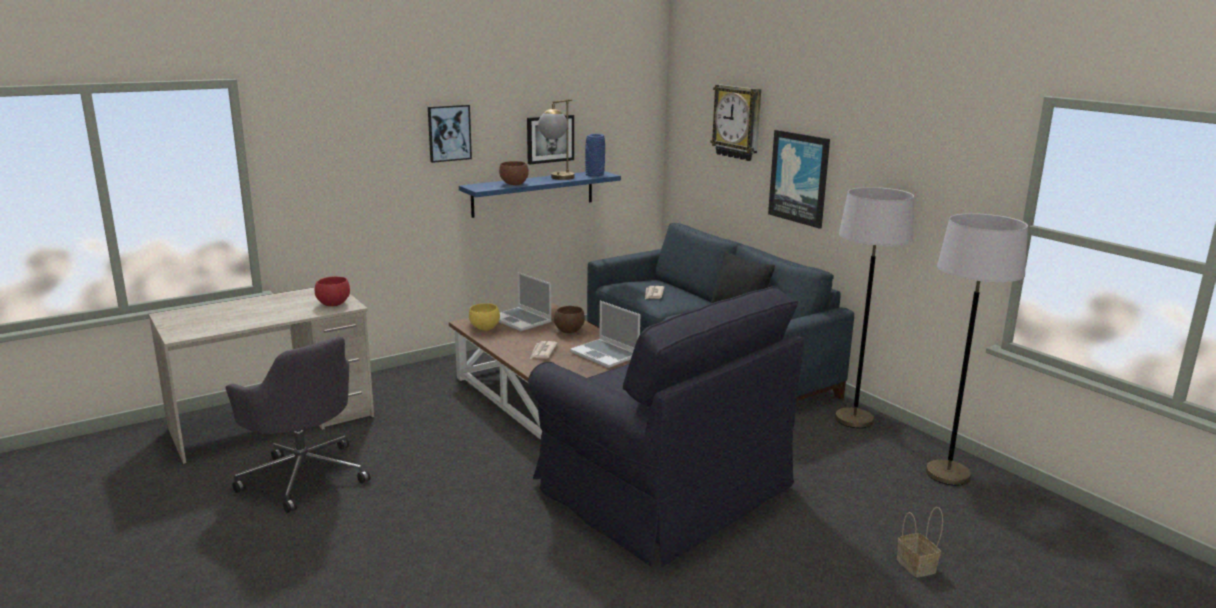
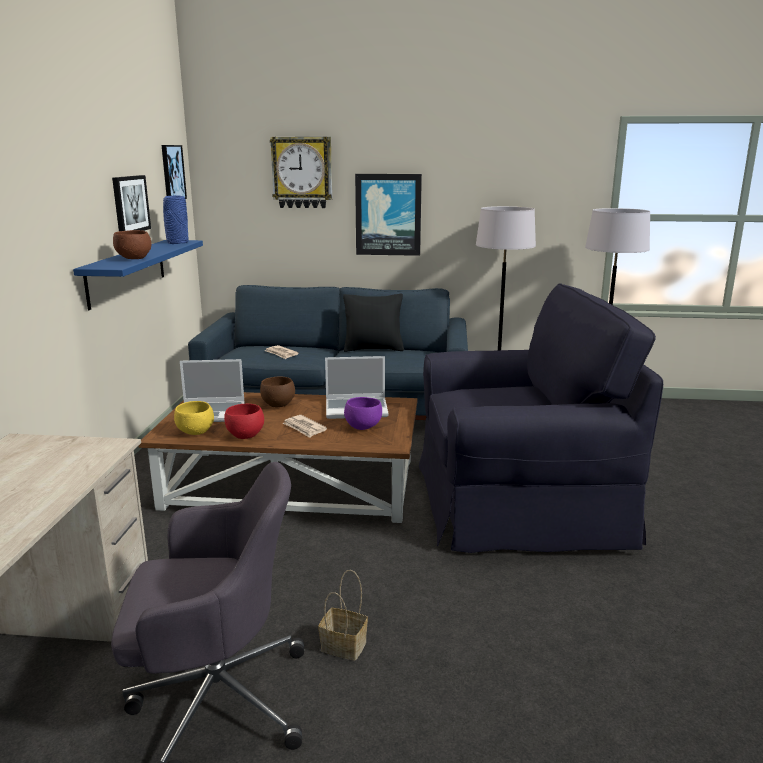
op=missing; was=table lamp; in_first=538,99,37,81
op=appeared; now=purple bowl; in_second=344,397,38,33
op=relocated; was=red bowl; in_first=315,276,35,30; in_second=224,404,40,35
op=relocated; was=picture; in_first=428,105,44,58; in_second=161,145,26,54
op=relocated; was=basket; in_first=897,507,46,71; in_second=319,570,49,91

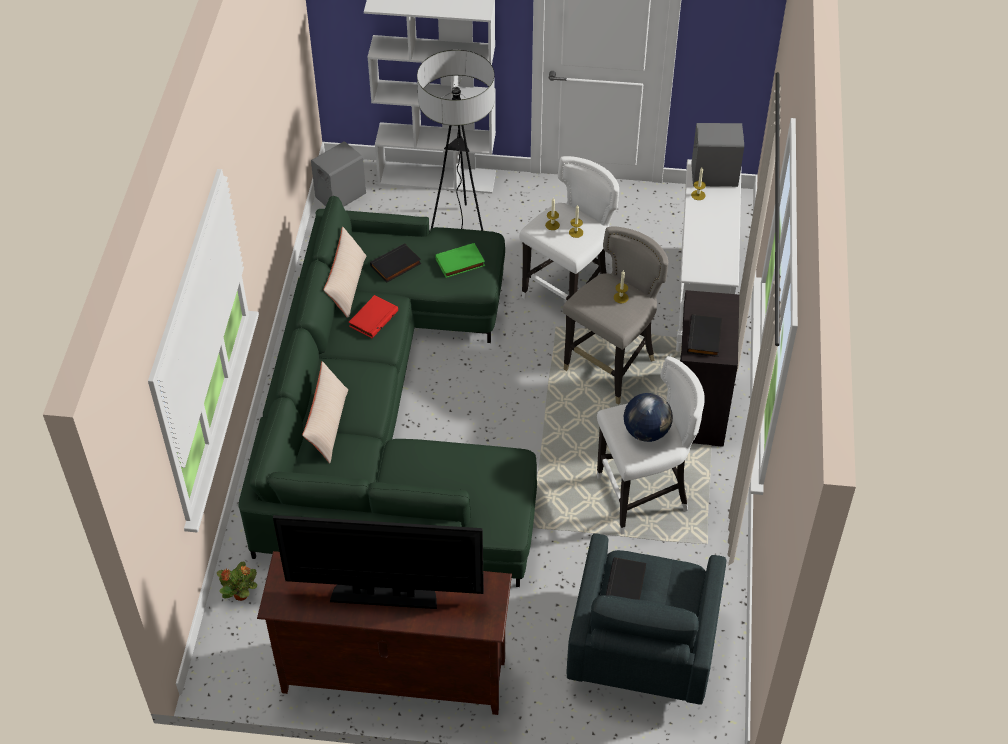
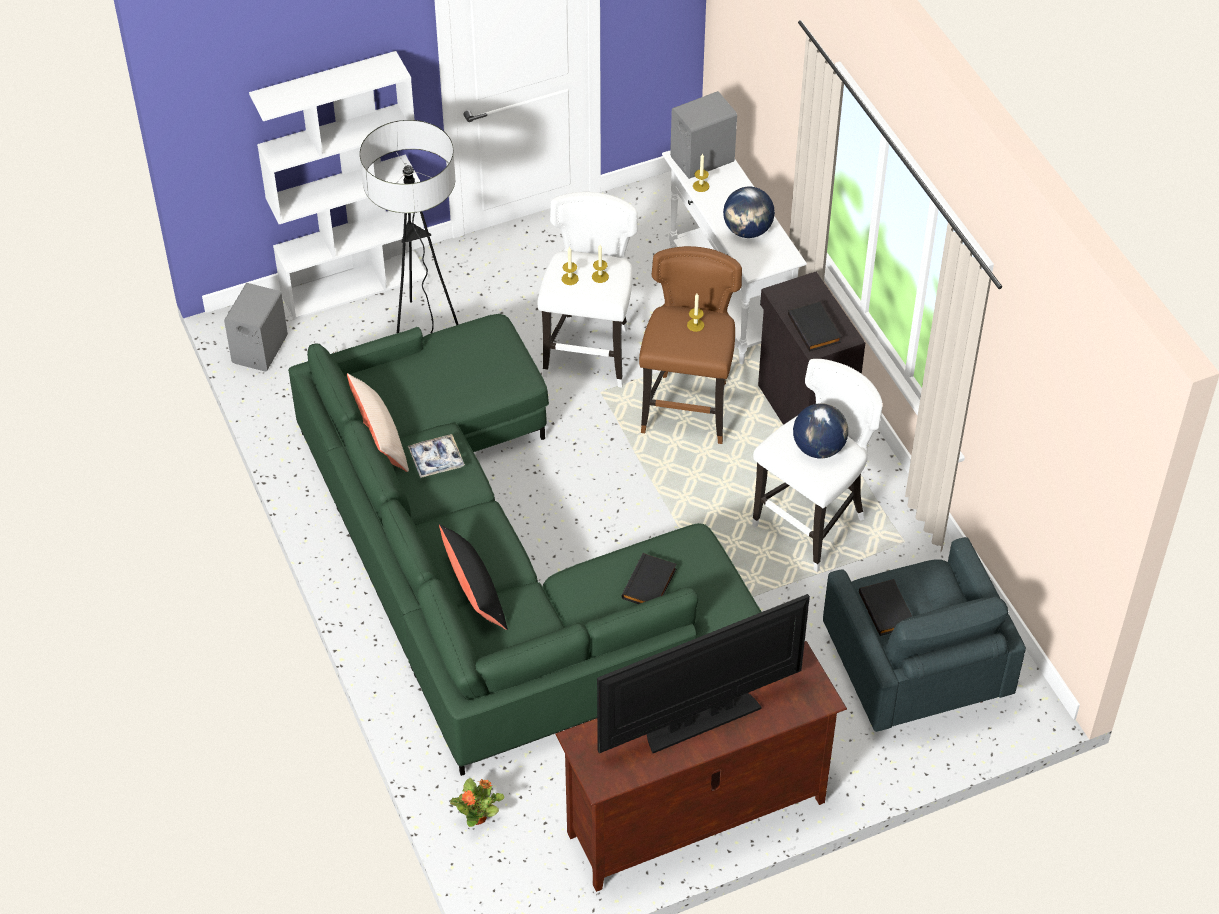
op=missing; was=green book; in_first=435,243,50,35
op=appeared; now=globe; in_second=723,187,52,51
op=relocated; was=black book; in_first=370,243,51,39; in_second=622,553,55,51
op=exchanged; was=red book; now=tray; in_first=349,295,49,43; in_second=408,434,57,44
op=colour; was=beige pillow; now=black pillow; in_first=302,361,46,102; in_second=439,524,69,106
op=colour; was=grey stool; now=brown stool; in_first=563,226,105,179; in_second=639,246,103,198

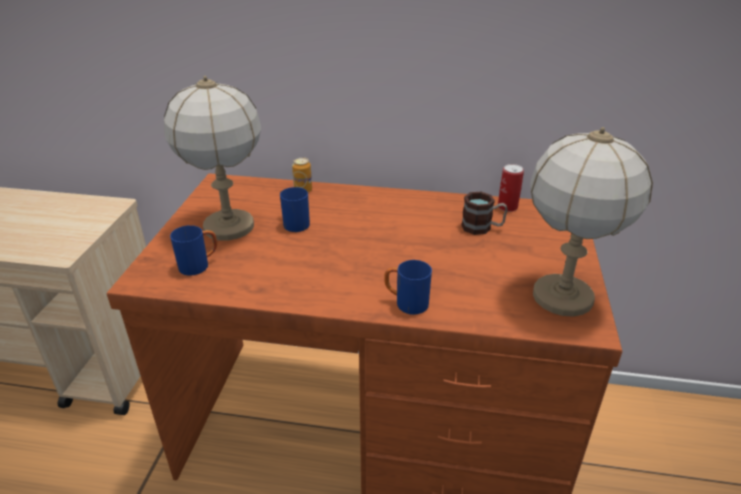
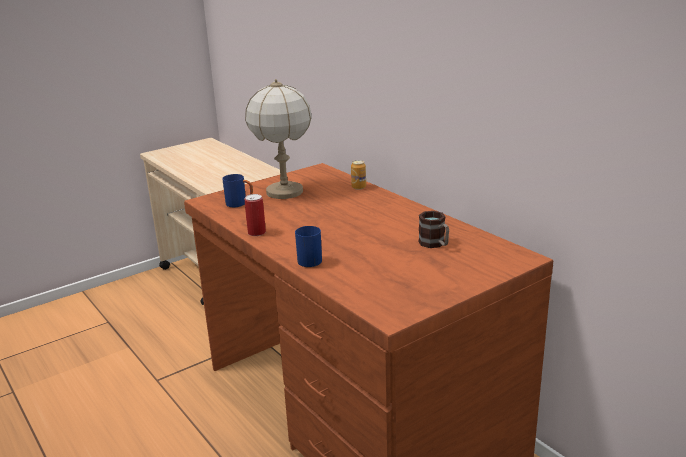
op=missing; was=blue mug; in_first=280,187,30,45
op=missing; was=table lamp; in_first=530,127,123,190
op=relocated; was=can; in_first=498,164,26,48; in_second=245,194,21,42

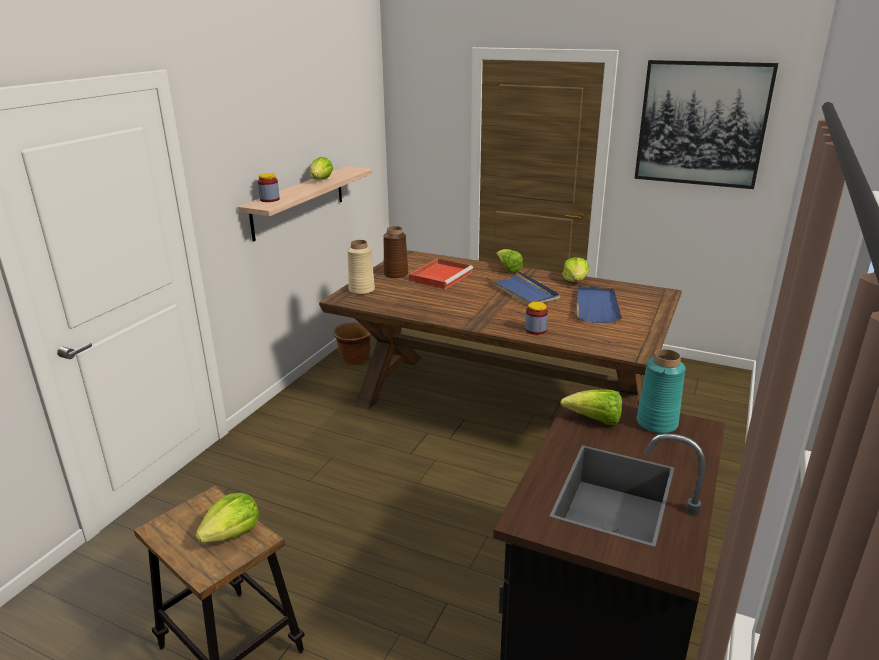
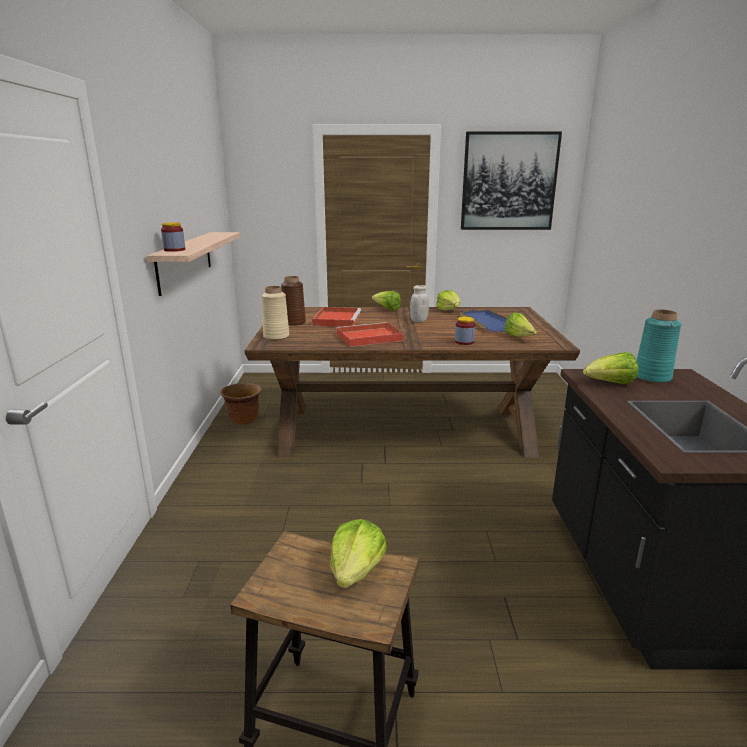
op=appeared; now=red tray; in_second=337,322,66,25
op=relocated; was=lettuce; in_first=310,157,23,22; in_second=505,313,32,24
op=exchanged; was=blue tray; now=white jar; in_first=486,270,74,36; in_second=410,285,19,37

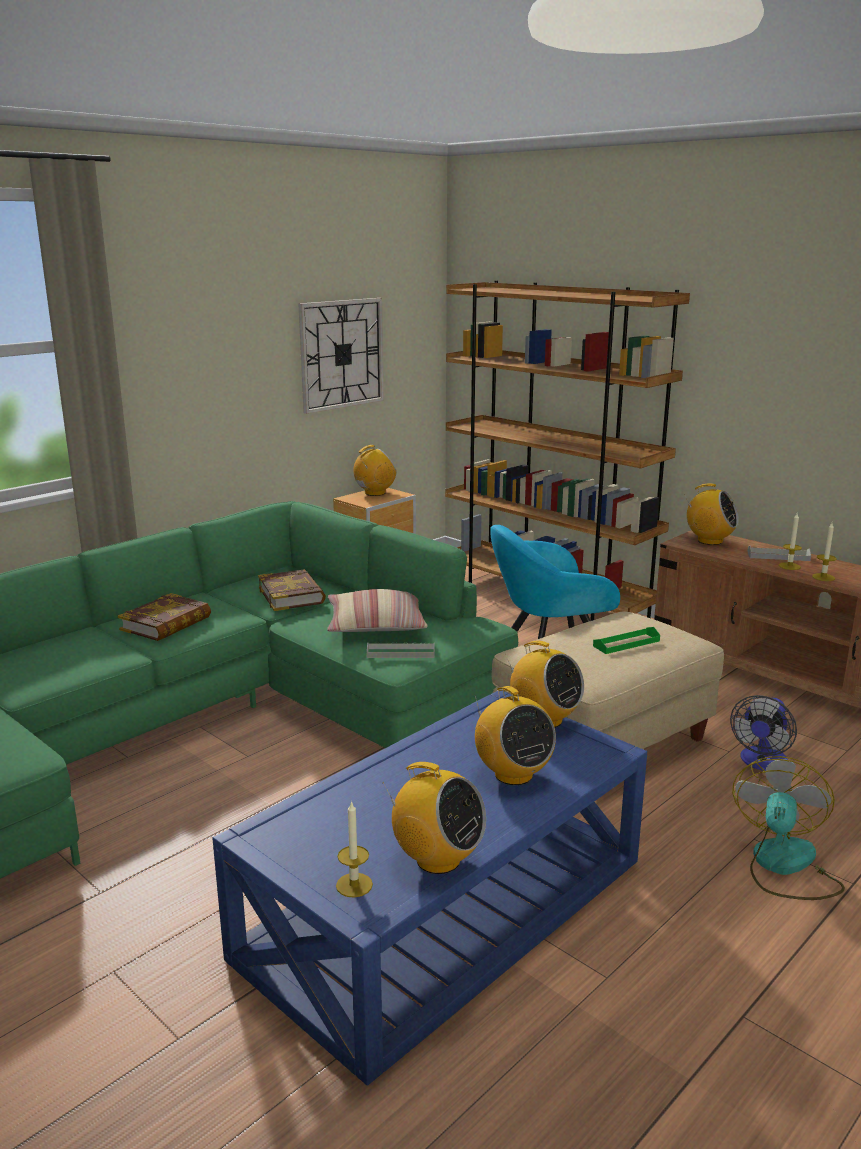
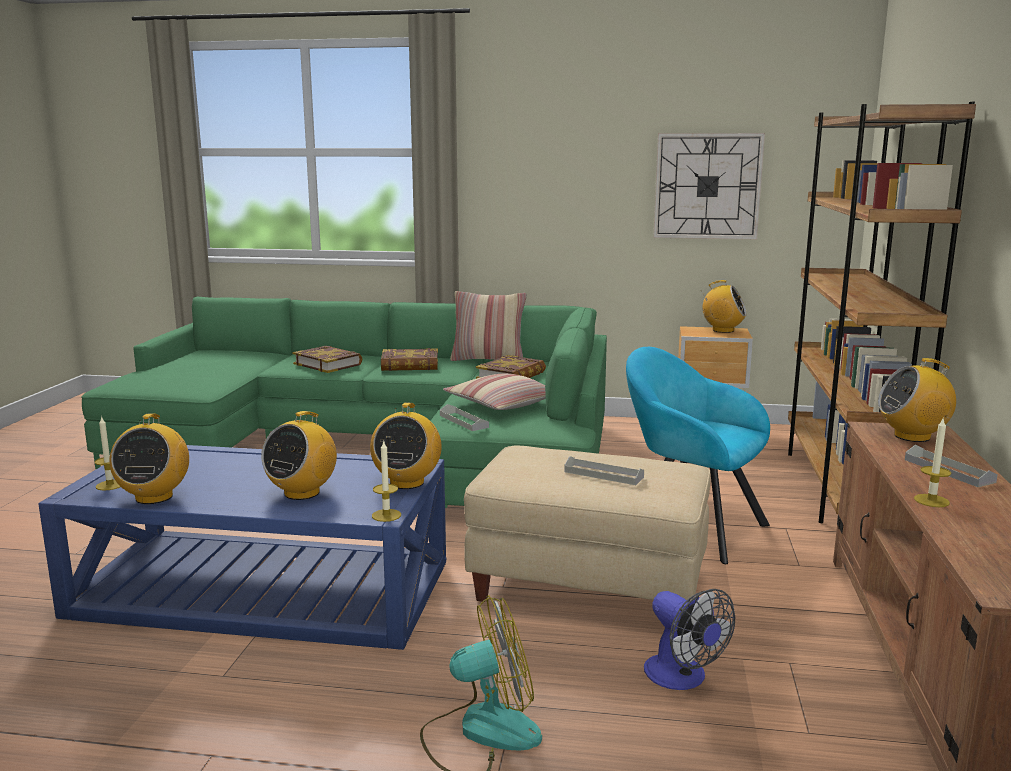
op=appeared; now=book; in_second=292,346,70,27
op=appeared; now=pillow; in_second=450,291,77,70
op=relocated; was=candle; in_first=779,513,23,57; in_second=372,442,29,80
op=colour; was=green tray; now=grey tray; in_first=593,627,67,27; in_second=564,456,80,29
op=spun; was=radio; in_first=685,483,54,62; in_second=878,358,78,84; clockwise=90
op=spun; was=fan; in_first=730,695,67,76; in_second=644,589,91,101; clockwise=-120

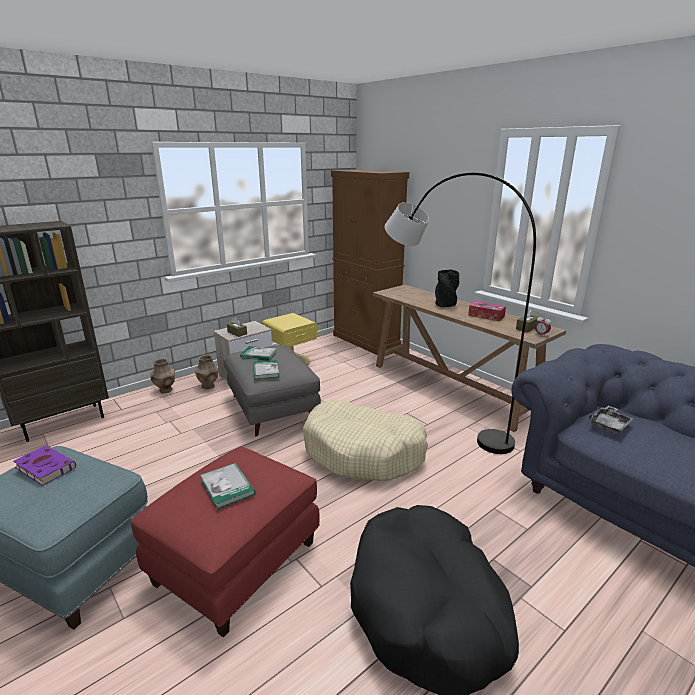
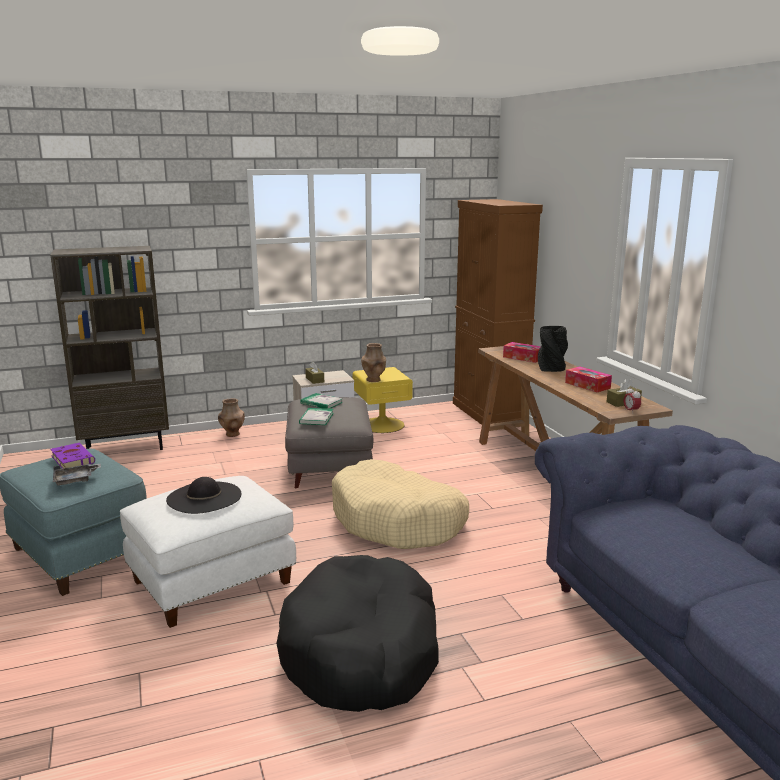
op=missing; was=grey floor lamp; in_first=385,172,151,282
op=appeared; now=tissue box; in_second=503,342,38,21
op=relocated; was=brown vase; in_first=195,355,23,34; in_second=361,343,25,39
op=relocated; was=grey tray; in_first=589,405,45,28; in_second=53,463,48,22
op=exchanged; was=book; now=black hat; in_first=200,463,55,47; in_second=166,477,75,37
op=colour; was=red ottoman; now=white ottoman; in_first=131,447,189,191; in_second=120,476,176,152

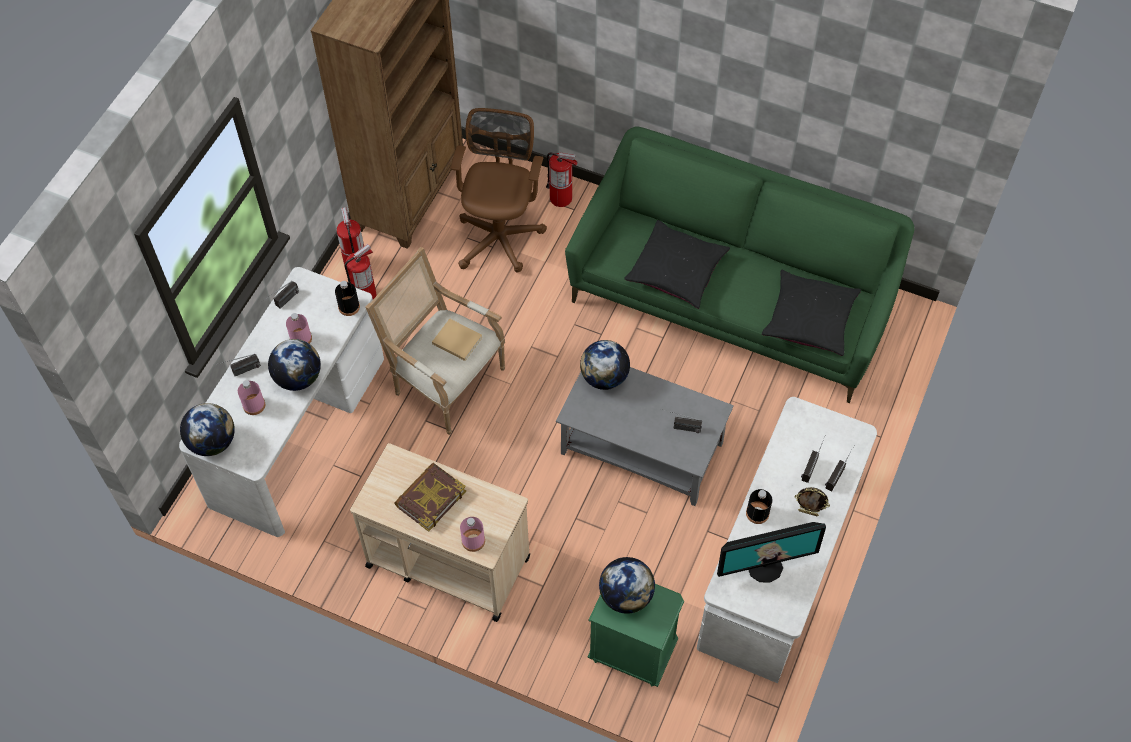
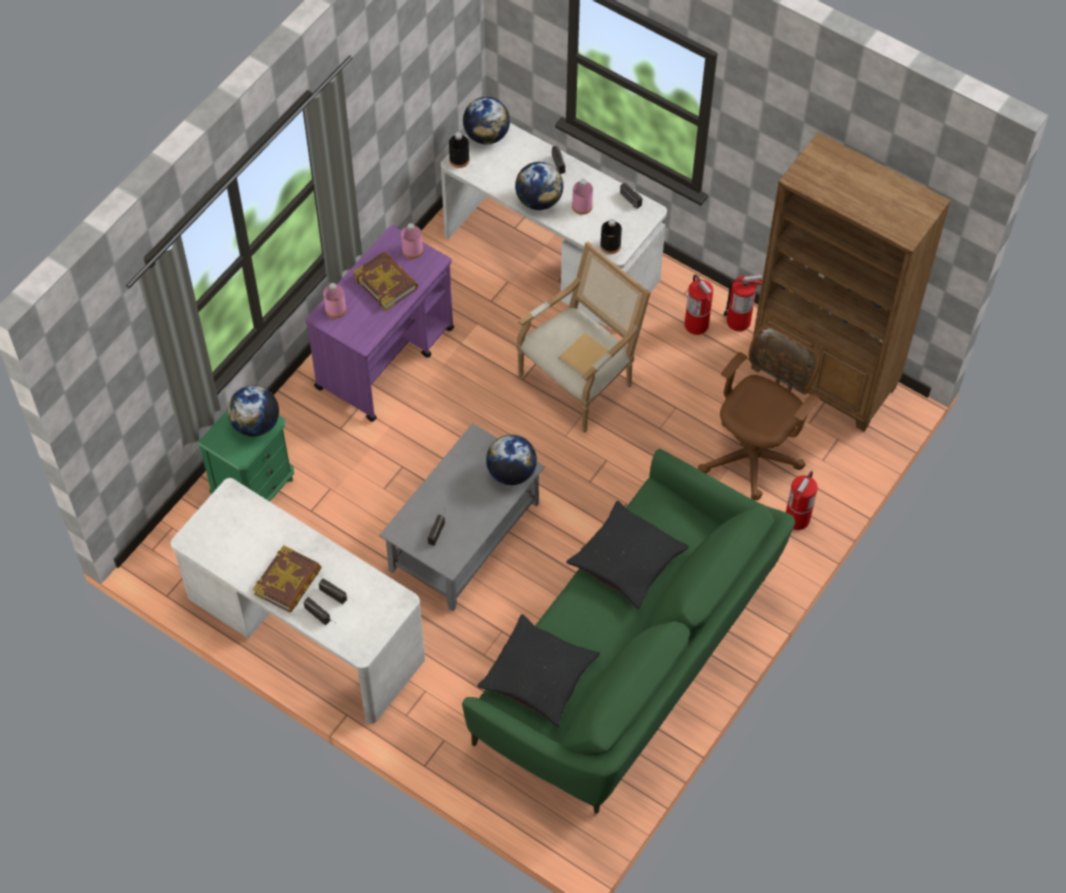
op=missing; was=monitor; in_first=717,522,109,61
op=relocated; was=pink bottle; in_first=238,380,27,35; in_second=401,223,22,36
op=relocated; was=black bottle; in_first=746,489,26,35; in_second=449,132,21,36
op=exchanged; was=picture frame; now=book; in_first=795,487,35,29; in_second=253,545,69,67
op=colour; was=beige cart; now=purple cart; in_first=350,443,181,179; in_second=305,225,149,197
op=spun; was=brown office chair; in_first=450,108,97,164; in_second=698,324,123,177; clockwise=-75

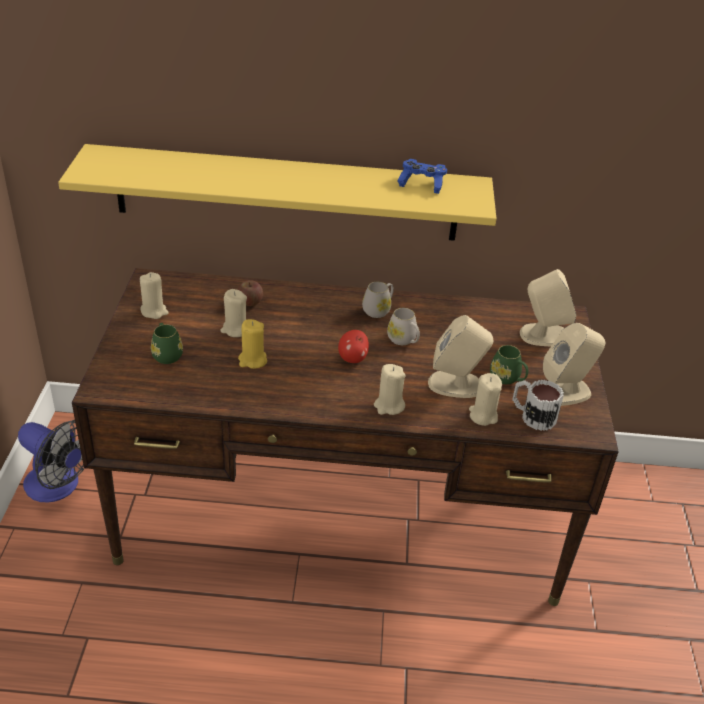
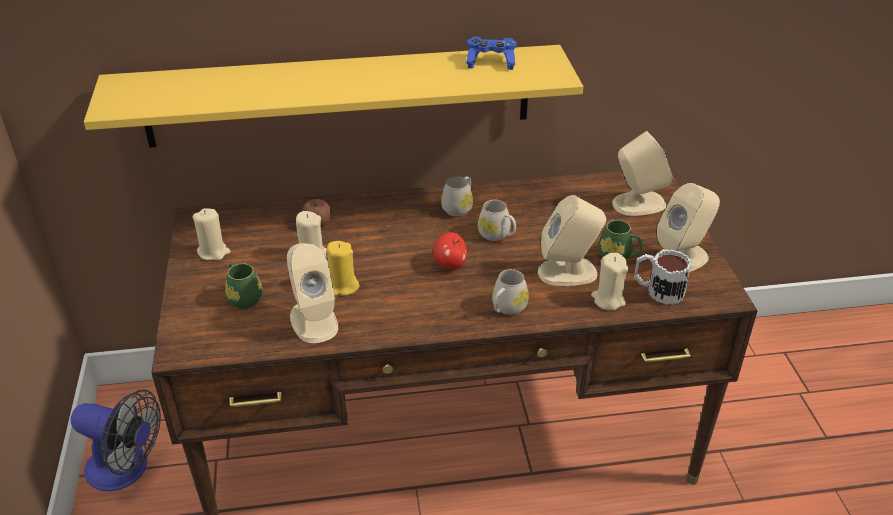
op=appeared; now=beige speaker; in_second=287,243,51,100
op=exchanged; was=beige candle; now=white mug; in_first=374,364,31,51; in_second=492,269,37,46

